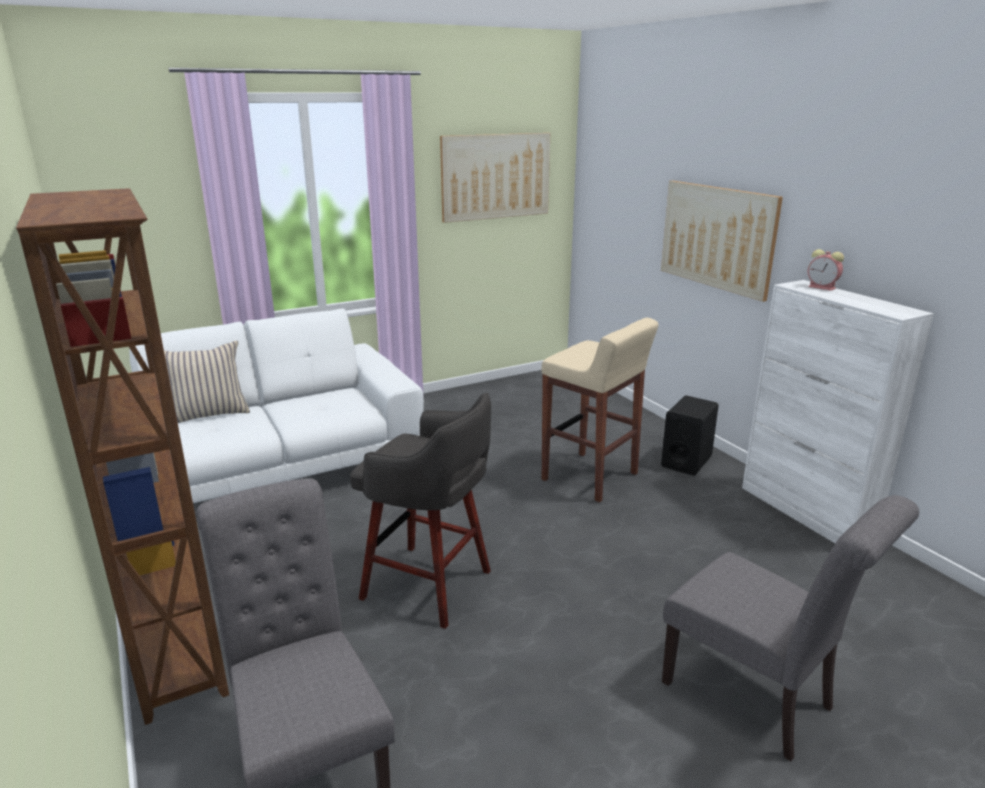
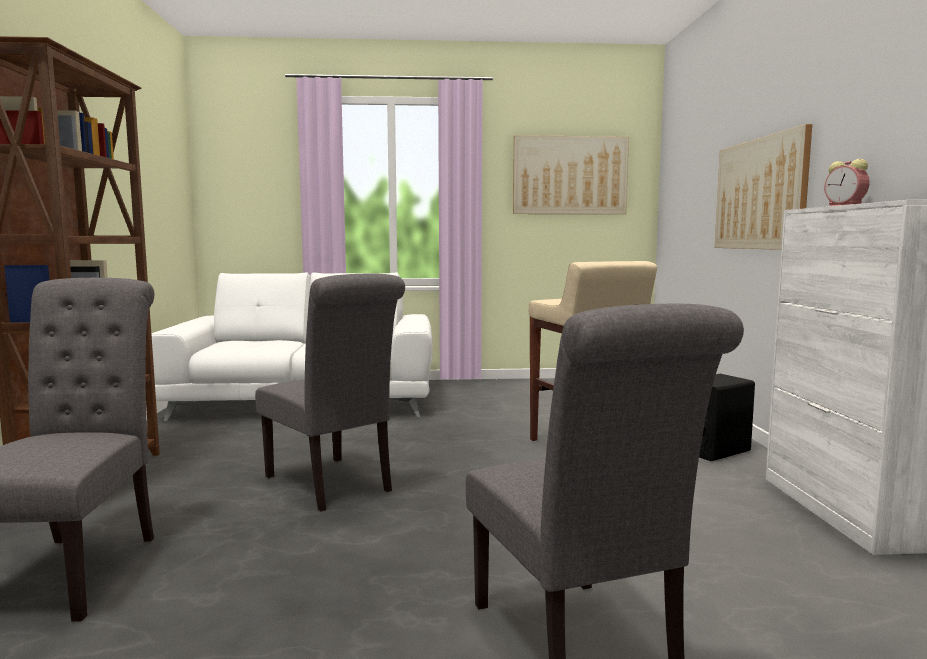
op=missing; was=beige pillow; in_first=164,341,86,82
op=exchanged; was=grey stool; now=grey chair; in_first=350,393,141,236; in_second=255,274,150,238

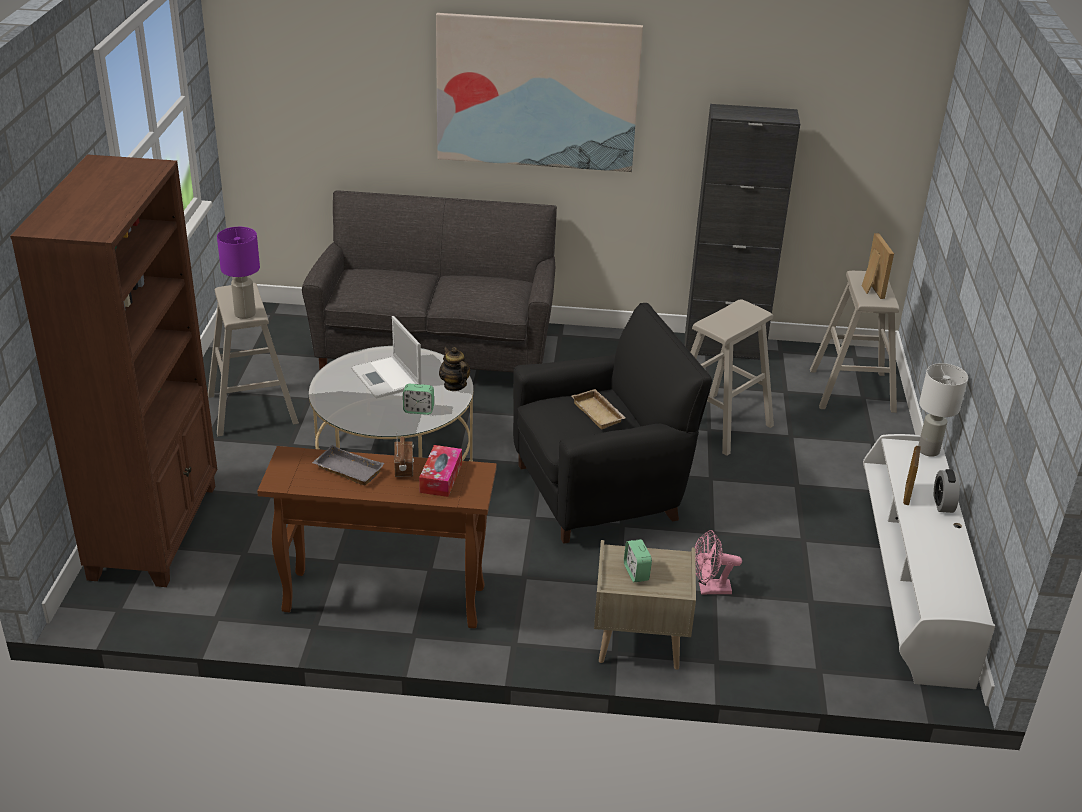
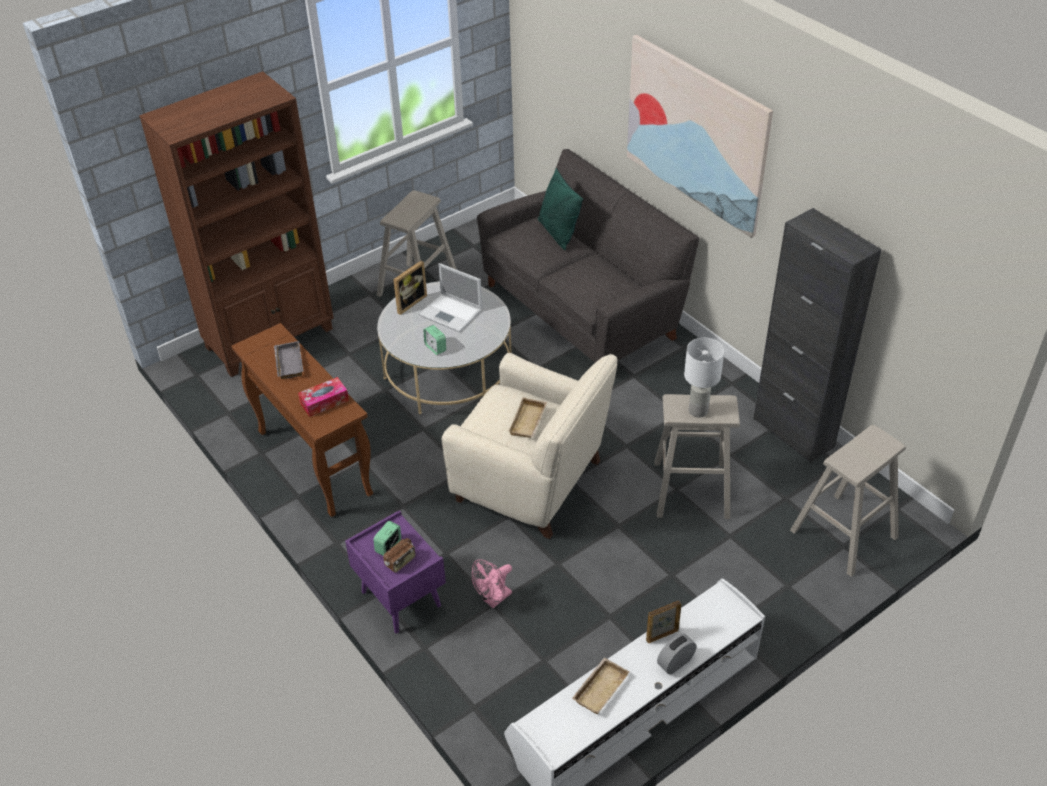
op=missing; was=purple table lamp; in_first=217,227,43,92
op=missing; was=teapot; in_first=439,347,32,44
op=appeared; now=green pillow; in_second=538,168,45,82
op=appeared; now=beige tray; in_second=572,657,57,57
op=relocated; was=radio; in_first=394,437,20,40; in_second=383,534,33,39
op=relocated; was=picture frame; in_first=862,233,32,66; in_second=393,261,34,54
op=relocated; was=white table lamp; in_first=918,363,50,94; in_second=684,338,40,80
op=colour; was=black armchair; now=beige armchair; in_first=513,303,199,241; in_second=442,353,176,186
op=colour; was=beige nightstand; now=purple nightstand; in_first=594,540,102,130; in_second=345,510,101,123
op=spun; was=laptop; in_first=351,316,70,83; in_second=419,263,63,69; clockwise=-75
op=spun; was=pink fan; in_first=694,530,48,65; in_second=472,559,40,49; clockwise=-90

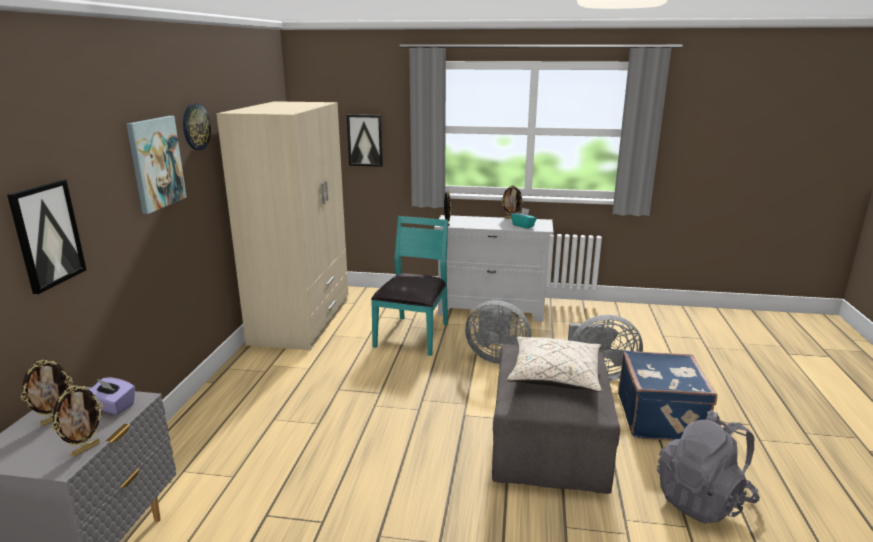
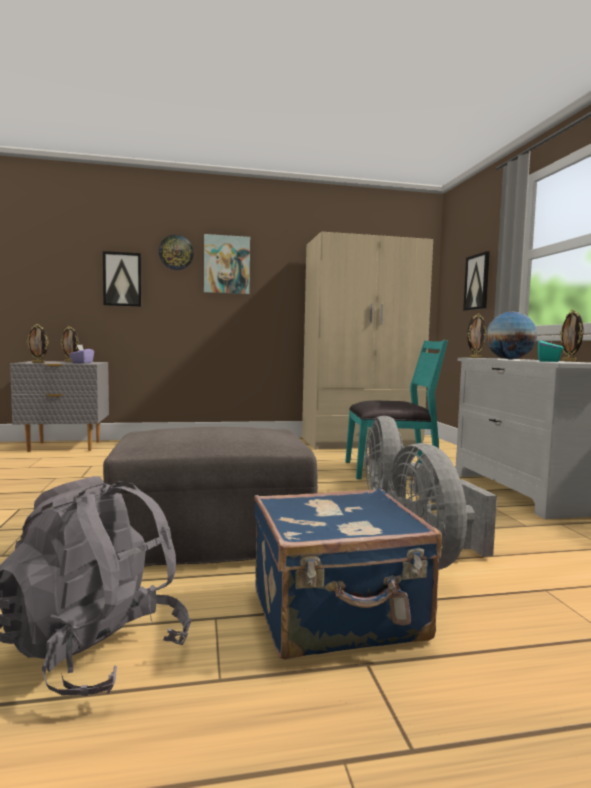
op=missing; was=beige pillow; in_first=507,336,94,56
op=appeared; now=globe; in_second=486,312,51,47
op=relocated; was=wall clock; in_first=183,103,28,47; in_second=159,235,35,35

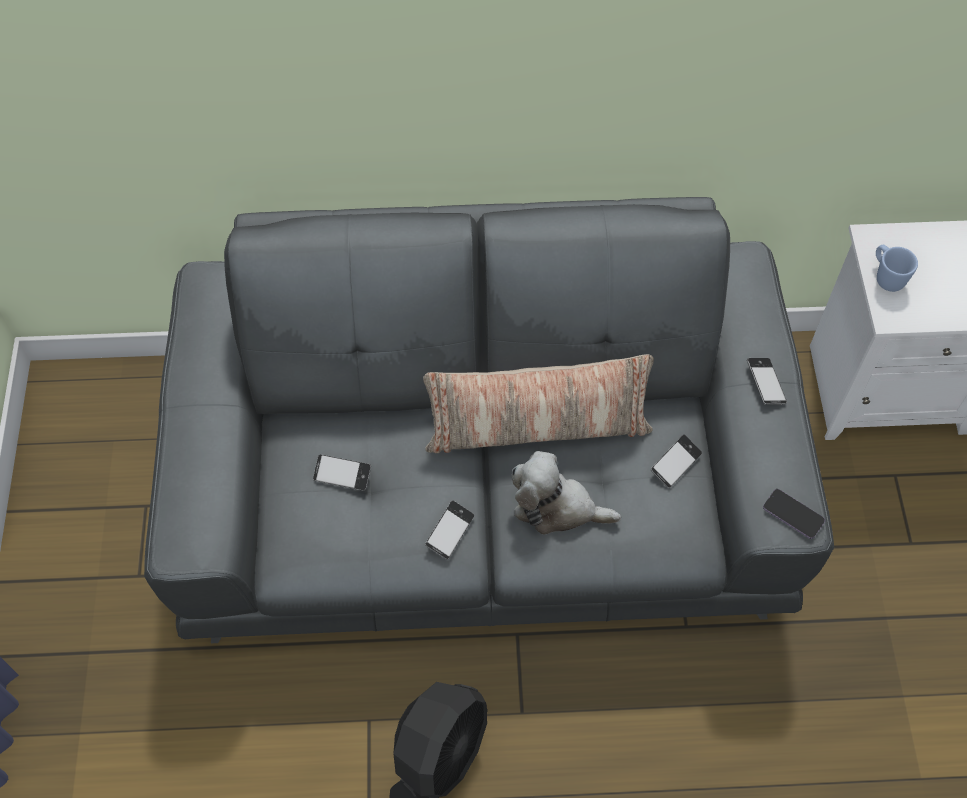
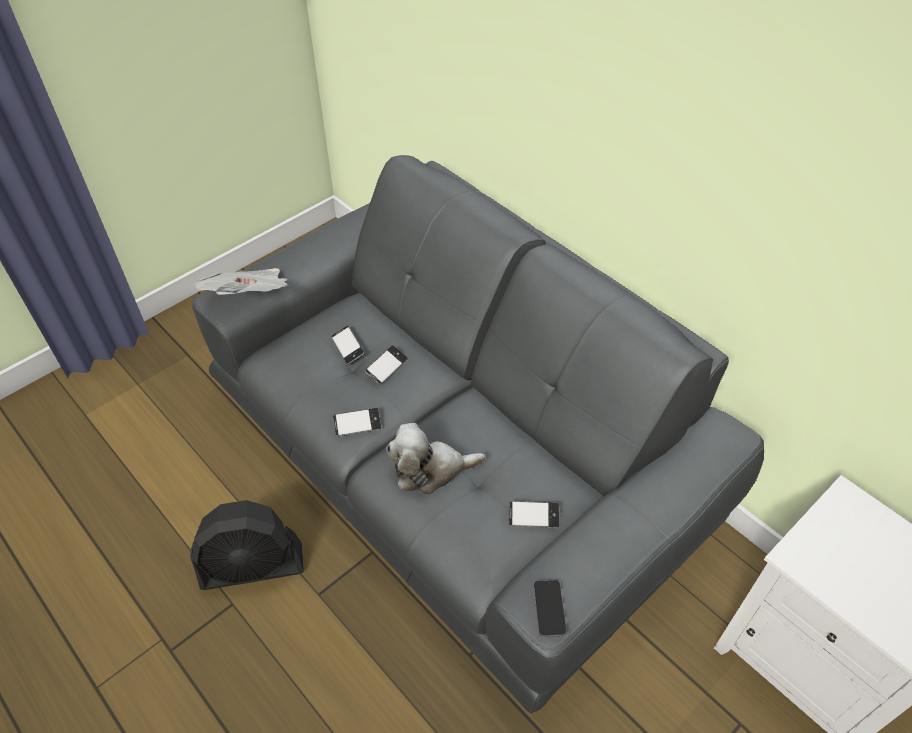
op=missing; was=pillow; in_first=423,354,231,99
op=missing; was=blue mug; in_first=876,245,42,47
op=appeared; now=newspaper; in_second=194,268,94,27
op=relocated; was=phone; in_first=747,358,40,47; in_second=365,345,43,40
op=spun; was=plush toy; in_first=511,451,110,84; in_second=386,423,100,72; clockwise=-75

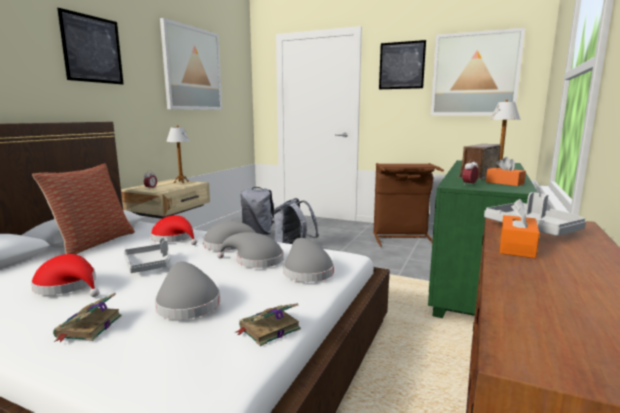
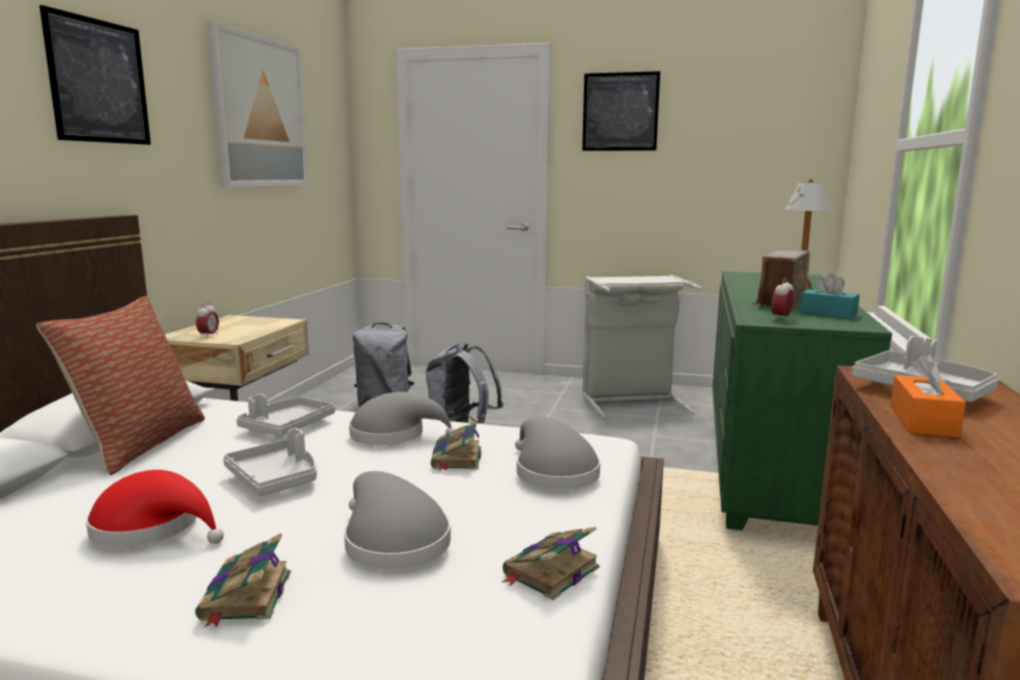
op=missing; was=table lamp; in_first=166,125,24,58
op=missing; was=picture; in_first=430,28,95,87
op=exchanged; was=red hat; now=grey tray; in_first=150,215,47,30; in_second=236,394,99,42
op=exchanged; was=grey hat; now=book; in_first=217,232,67,36; in_second=431,421,50,50
op=colour; was=brown laundry basket; now=grey laundry basket; in_first=373,163,71,84; in_second=582,275,121,143
op=colour; was=orange tissue box; now=turquoise tissue box; in_first=486,157,40,29; in_second=800,273,60,46

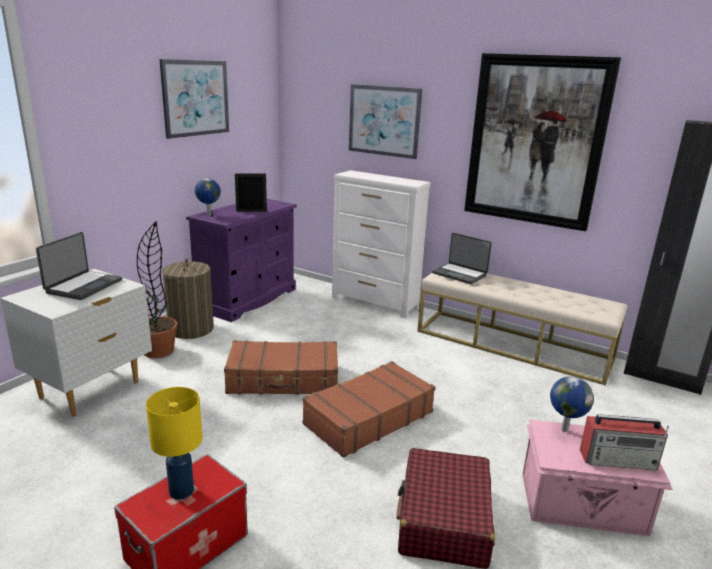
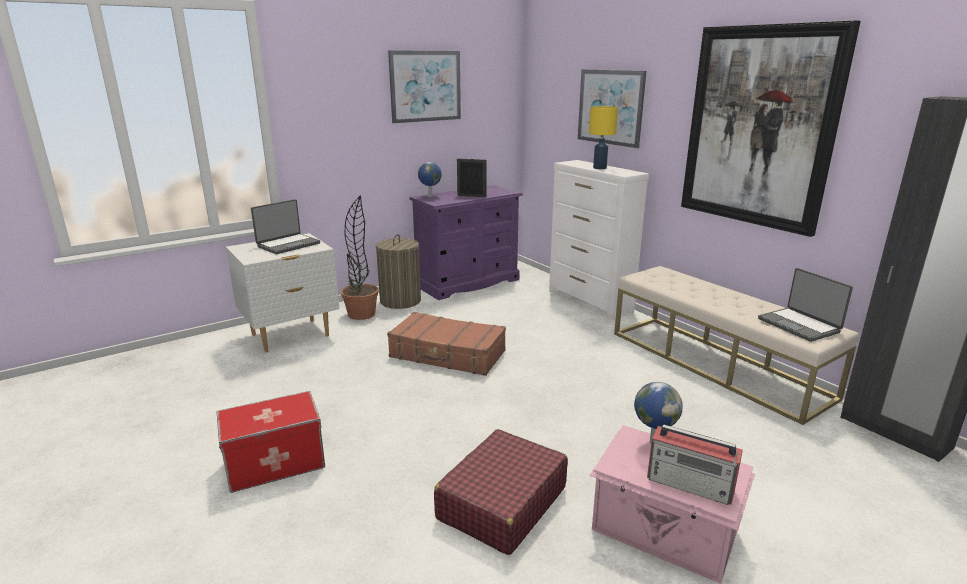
op=missing; was=brown suitcase; in_first=303,361,132,97
op=relocated; was=yellow table lamp; in_first=146,387,56,113; in_second=589,106,29,63
op=relocated; was=laptop; in_first=432,233,60,51; in_second=758,268,95,74

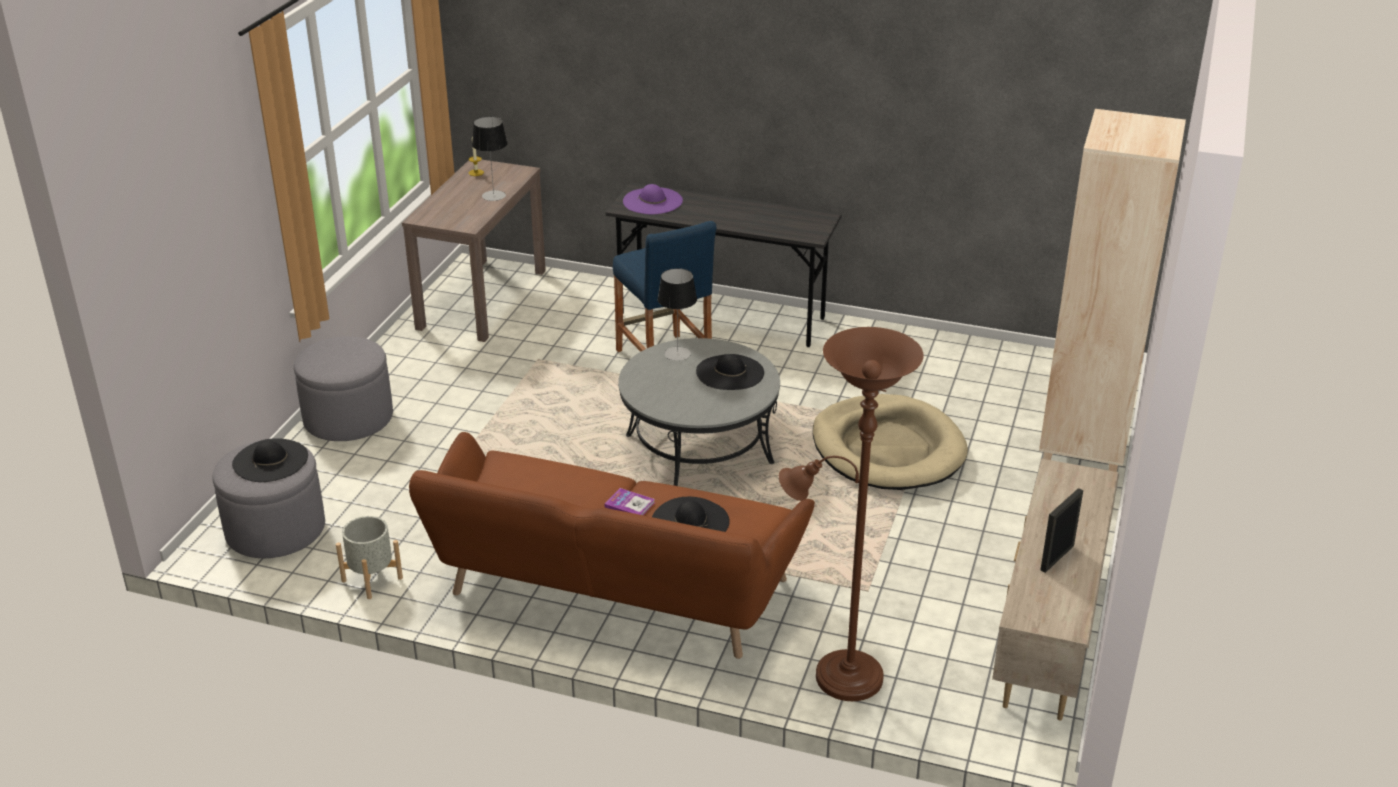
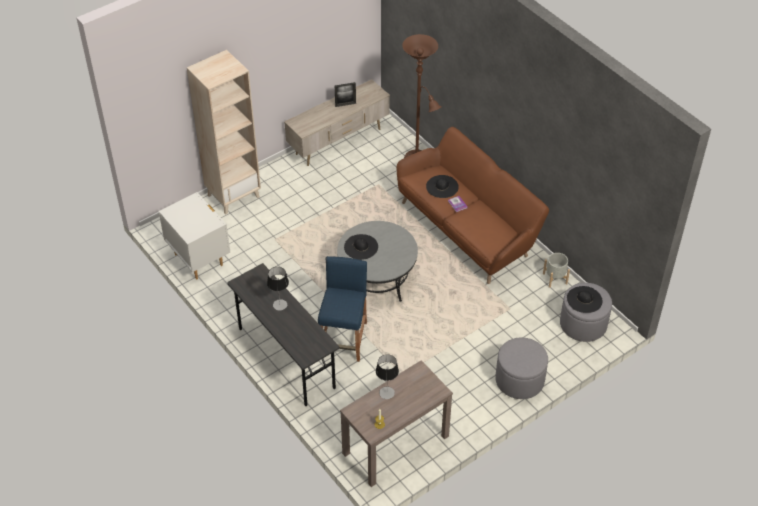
op=missing; was=purple hat; in_first=623,184,60,30
op=missing; was=beige dog bed; in_first=813,394,155,96
op=appeared; now=white nightstand; in_second=159,192,71,87
op=relocated; was=table lamp; in_first=657,268,40,93; in_second=267,267,22,44

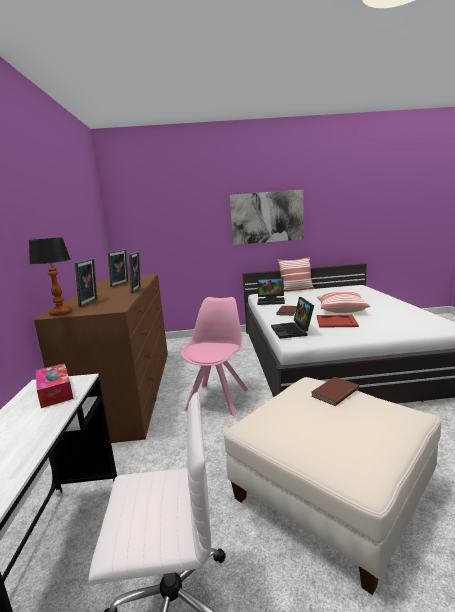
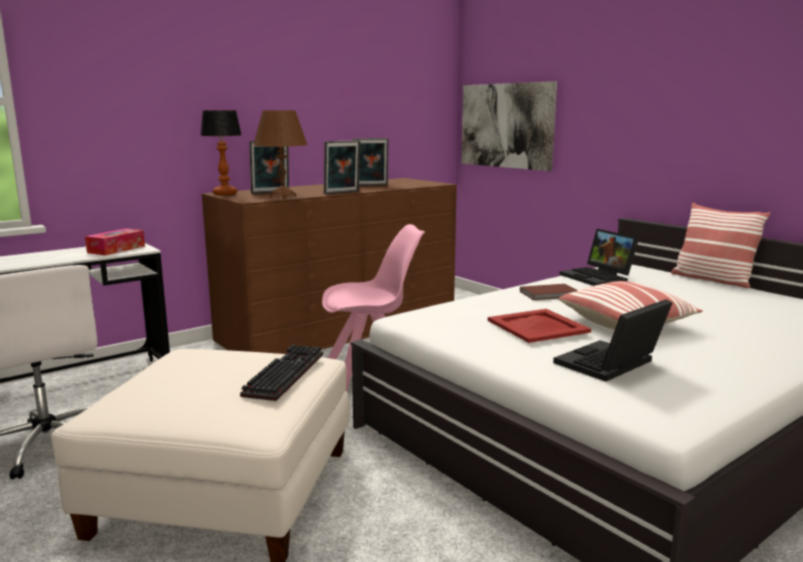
op=appeared; now=brown table lamp; in_second=253,110,55,89
op=relocated; was=picture; in_first=230,190,74,55; in_second=461,81,96,90
op=relocated; was=laptop; in_first=271,297,43,42; in_second=553,299,120,83
op=exchanged; was=brown book; now=keyboard; in_first=311,377,48,29; in_second=240,344,83,57

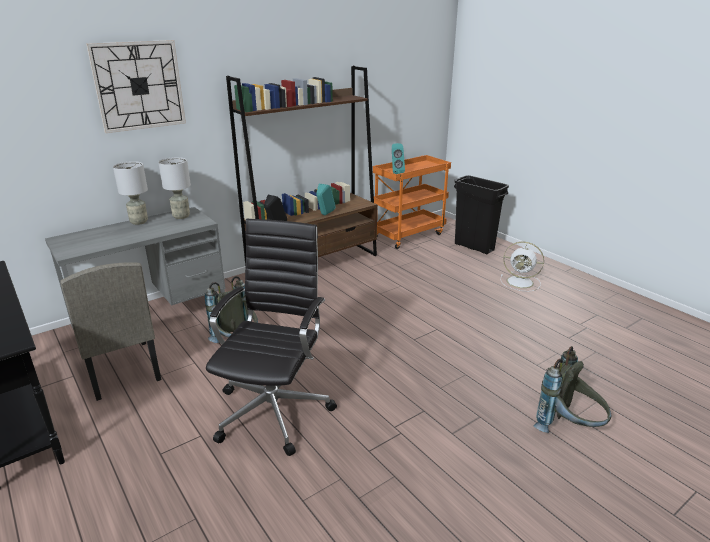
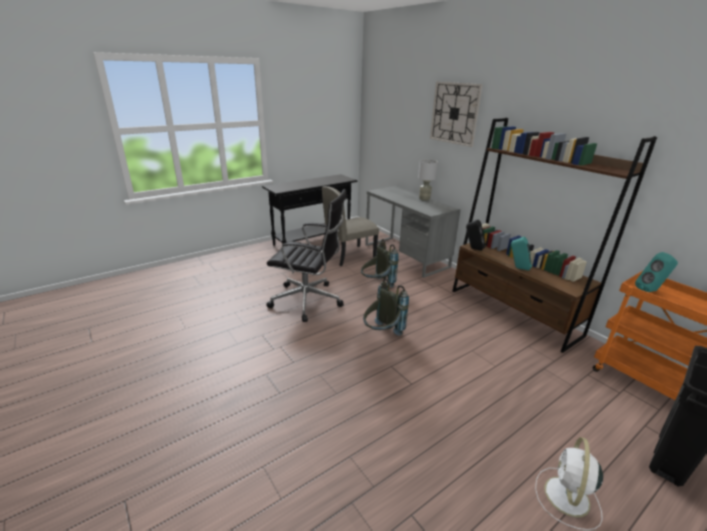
op=missing; was=grey table lamp; in_first=158,157,33,62
op=relocated; was=grey backpack; in_first=533,346,78,87; in_second=363,279,46,57

